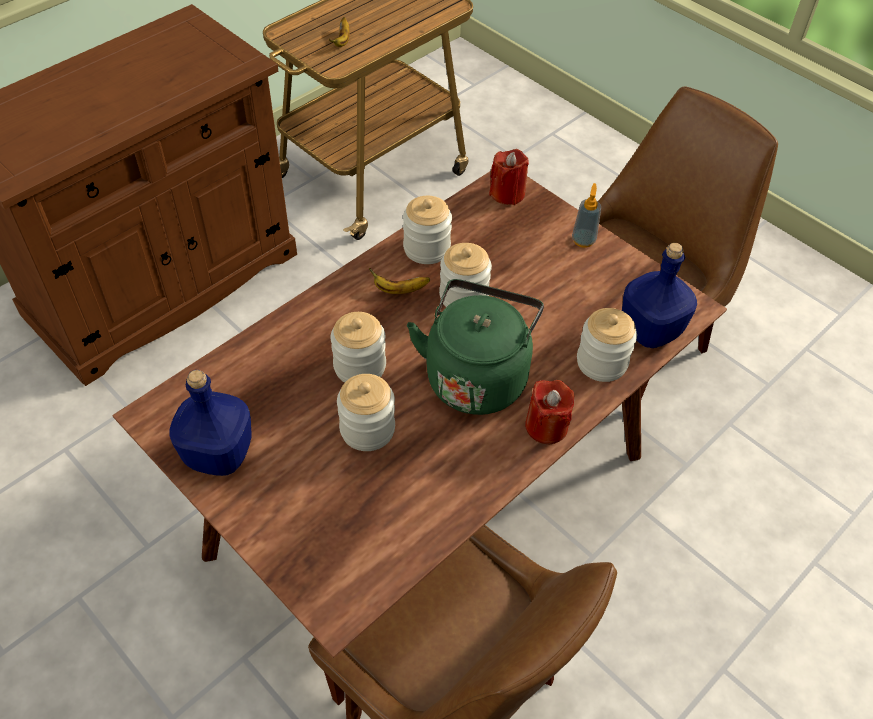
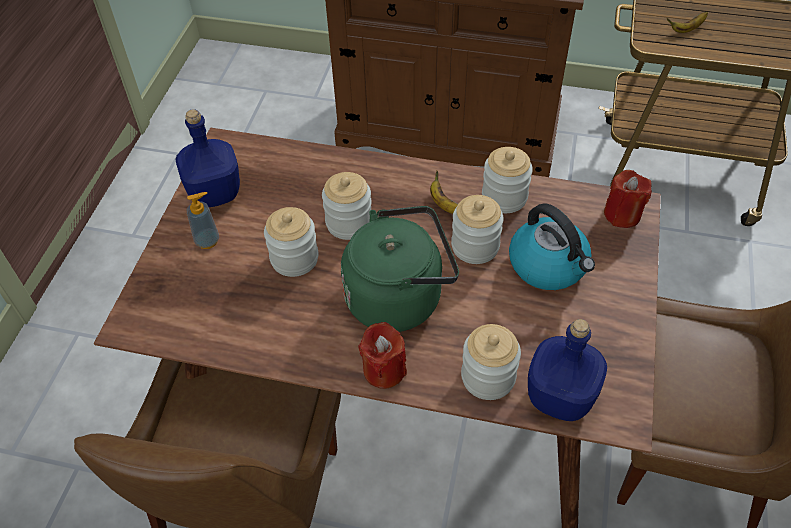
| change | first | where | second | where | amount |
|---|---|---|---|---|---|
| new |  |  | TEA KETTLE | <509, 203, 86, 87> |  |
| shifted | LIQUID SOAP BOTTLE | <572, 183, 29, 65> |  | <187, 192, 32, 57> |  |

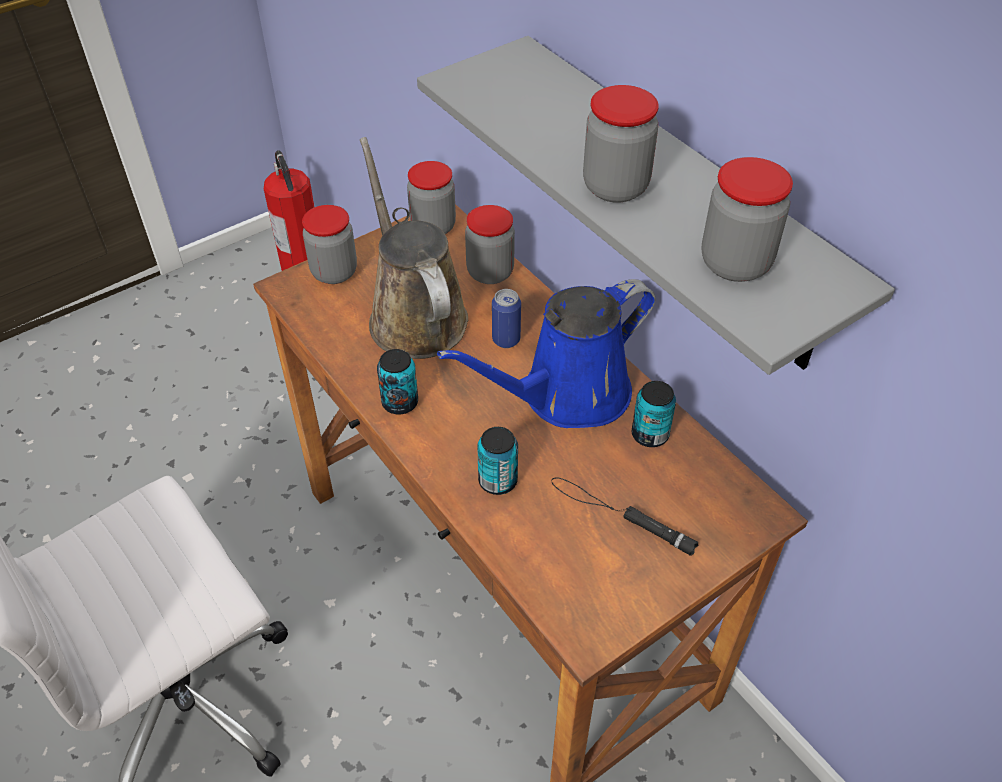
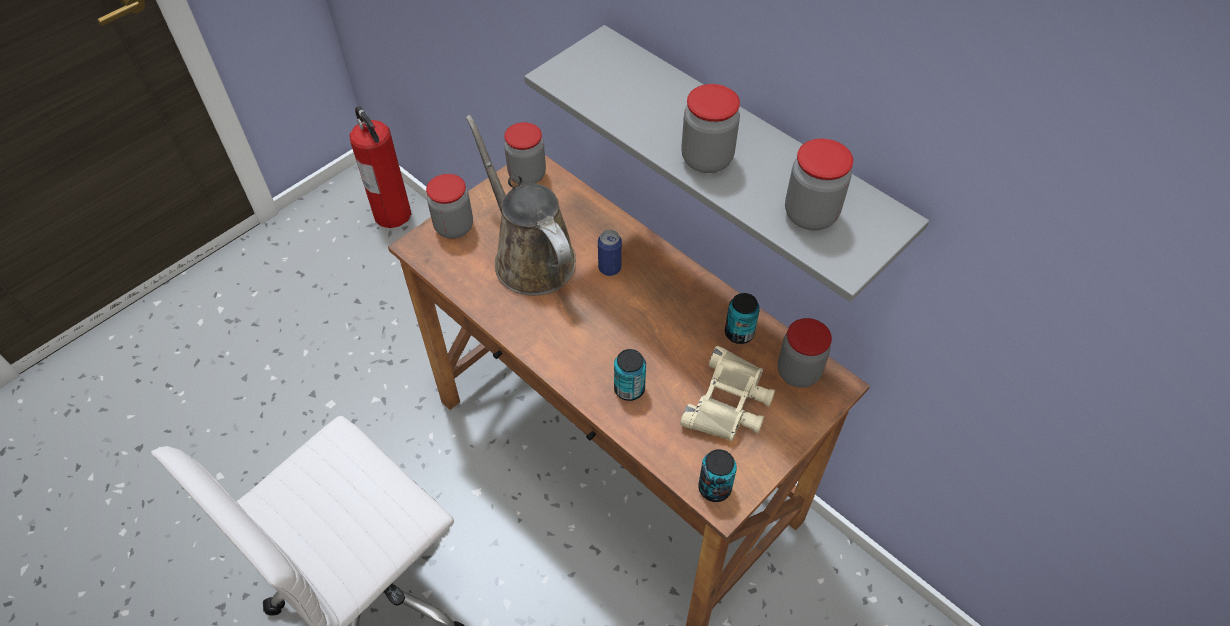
| change | first | where | second | where | amount |
|---|---|---|---|---|---|
| gone | BLUE SPRINKLING CAN | <437, 279, 219, 149> |  |  |  |
| shifted | SEALED CAN | <377, 349, 41, 66> |  | <698, 449, 39, 53> |  |
| shifted | STORAGE JAR | <465, 205, 50, 79> |  | <778, 318, 54, 70> |  |
| swapped | BLACK-COLOURED HAND TORCH | <551, 477, 147, 79> | SAND-COLOURED FIELD GLASSES | <680, 346, 95, 95> |  |

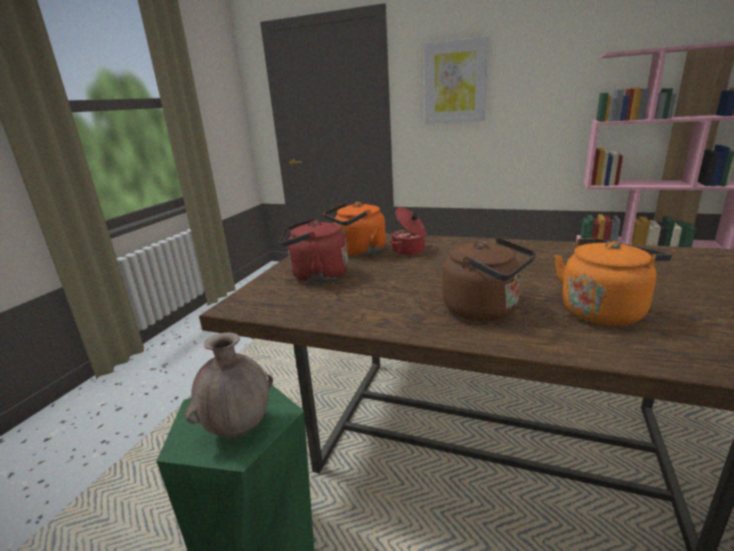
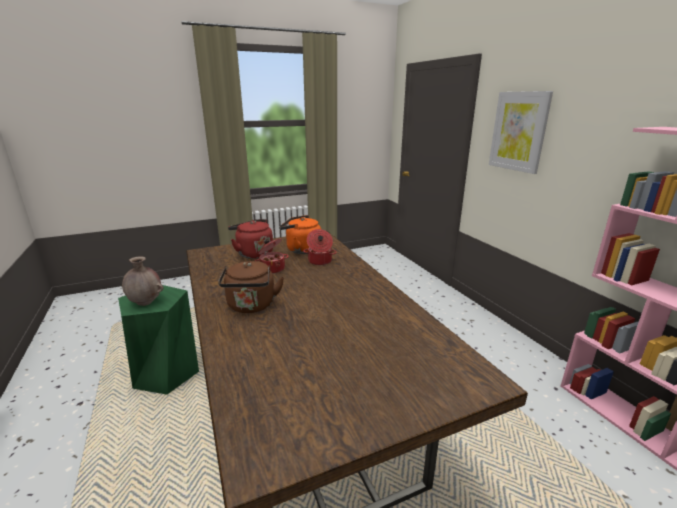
| change | first | where | second | where | amount |
|---|---|---|---|---|---|
| gone | ORANGE TEA KETTLE | <554, 238, 118, 88> |  |  |  |
| new |  |  | STOCKPOT | <255, 238, 34, 36> |  |

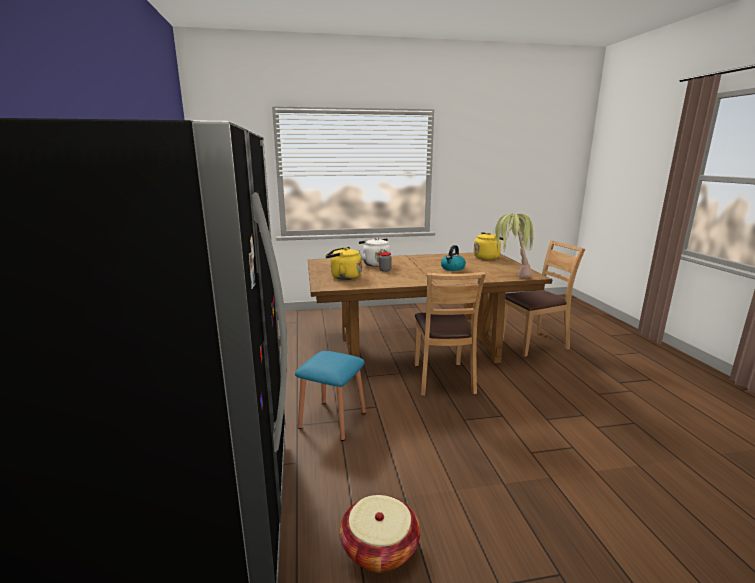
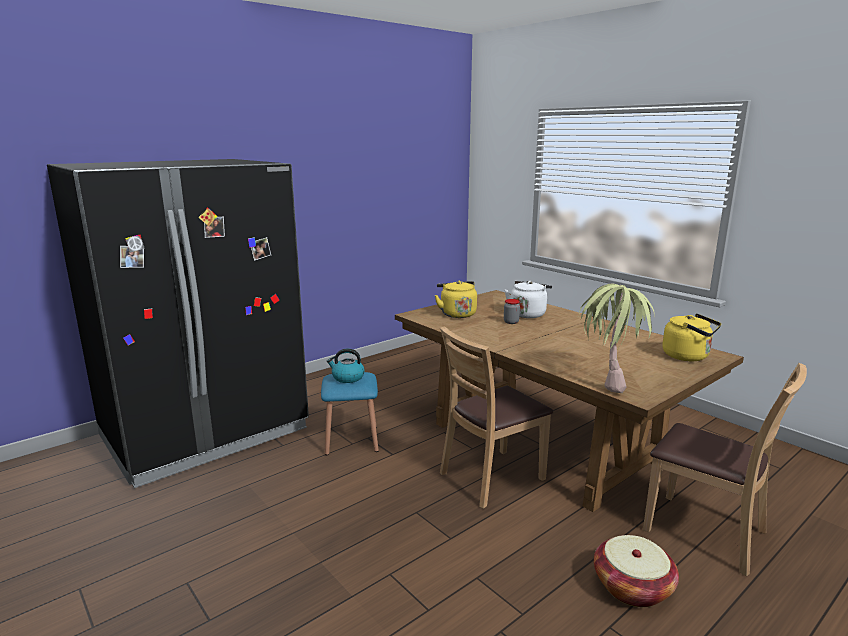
| change | first | where | second | where | amount |
|---|---|---|---|---|---|
| shifted | STORAGE BASKET | <340, 495, 80, 78> |  | <594, 535, 85, 72> |  |
| shifted | TEA KETTLE | <441, 245, 25, 26> |  | <327, 348, 37, 35> |  |

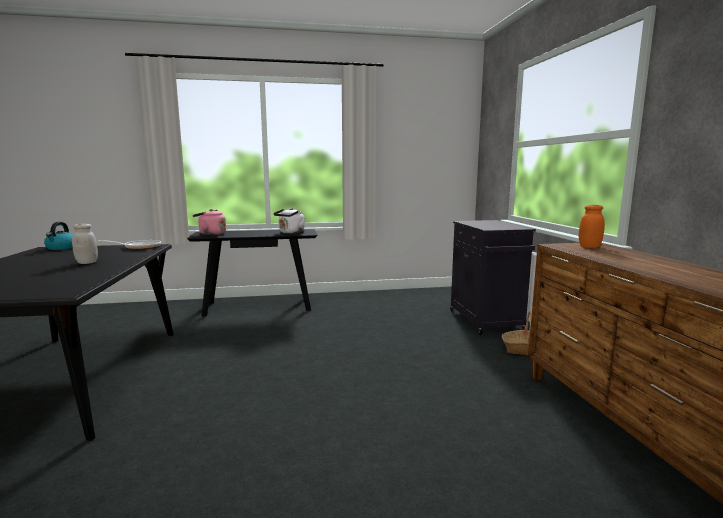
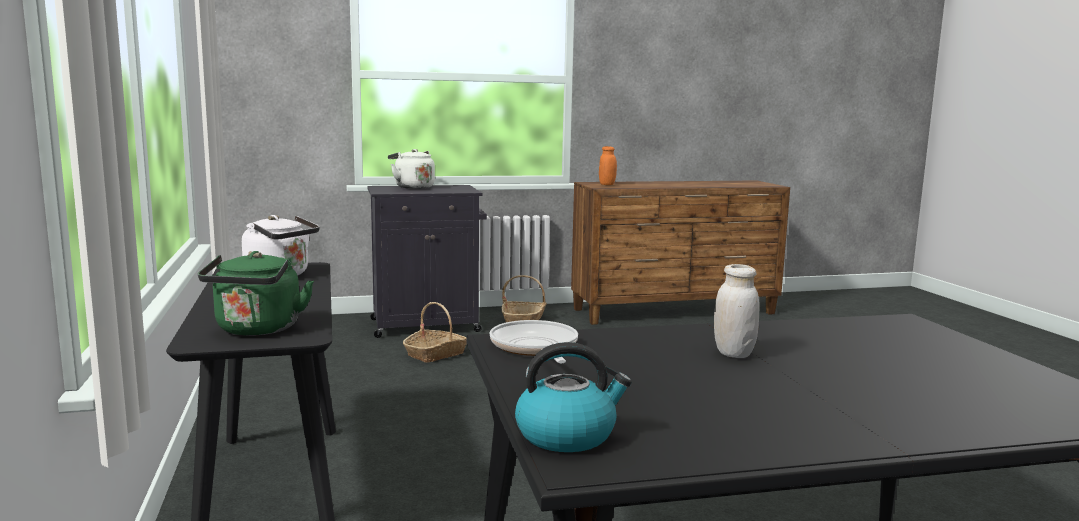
| change | first | where | second | where | amount |
|---|---|---|---|---|---|
| new |  |  | WHITE TEA KETTLE | <388, 149, 47, 40> |  |
| new |  |  | STORAGE BASKET | <403, 302, 64, 61> |  |
| repainted | PINK-COLOURED TEA KETTLE | <193, 209, 33, 26> | GREENISH TEA KETTLE | <198, 251, 116, 85> |  |

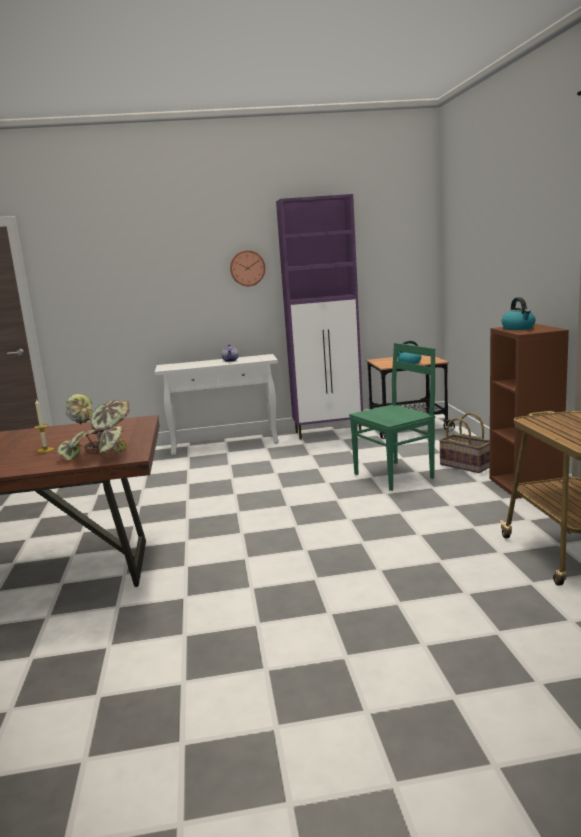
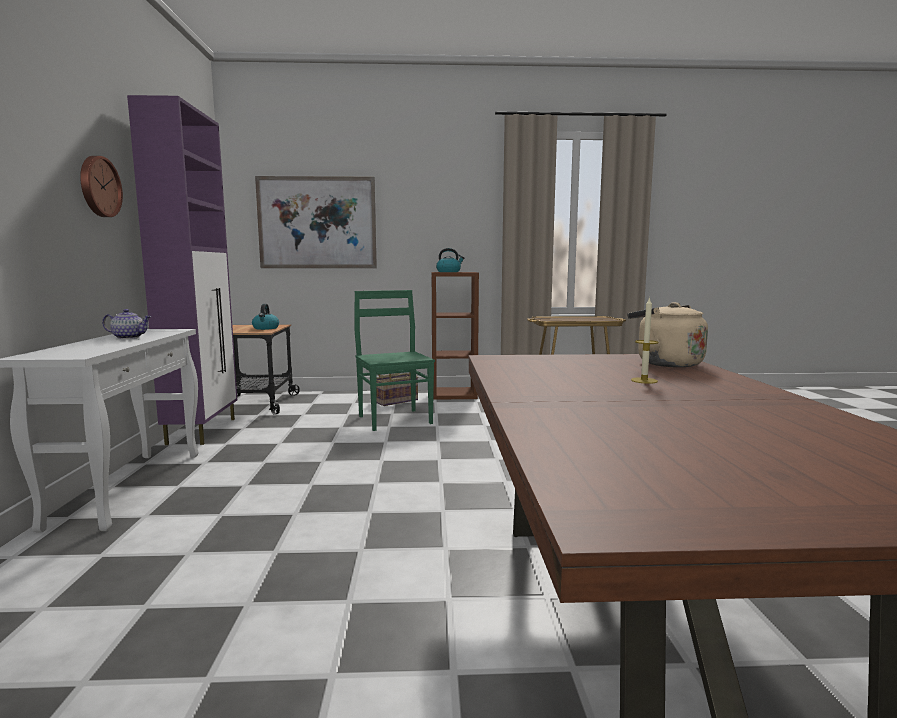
| change | first | where | second | where | amount |
|---|---|---|---|---|---|
| new |  |  | PICTURE | <255, 176, 122, 92> |  |
| swapped | POTTED PLANT | <57, 394, 73, 67> | SAND-COLOURED TEA KETTLE | <628, 302, 80, 65> |  |

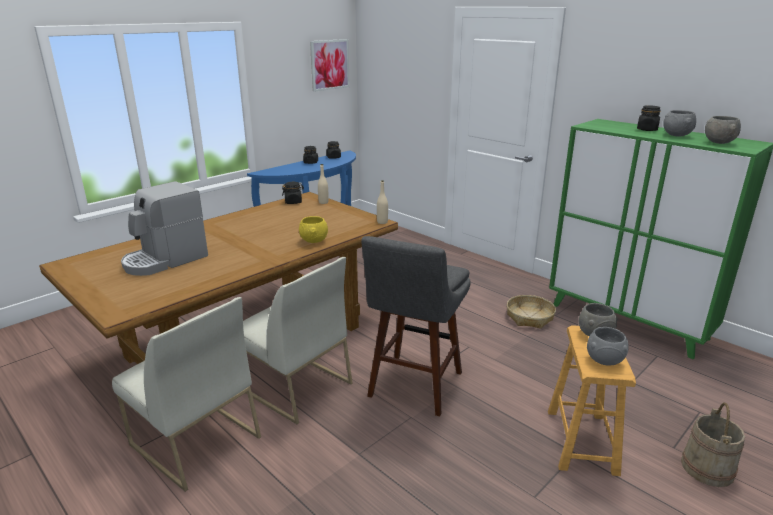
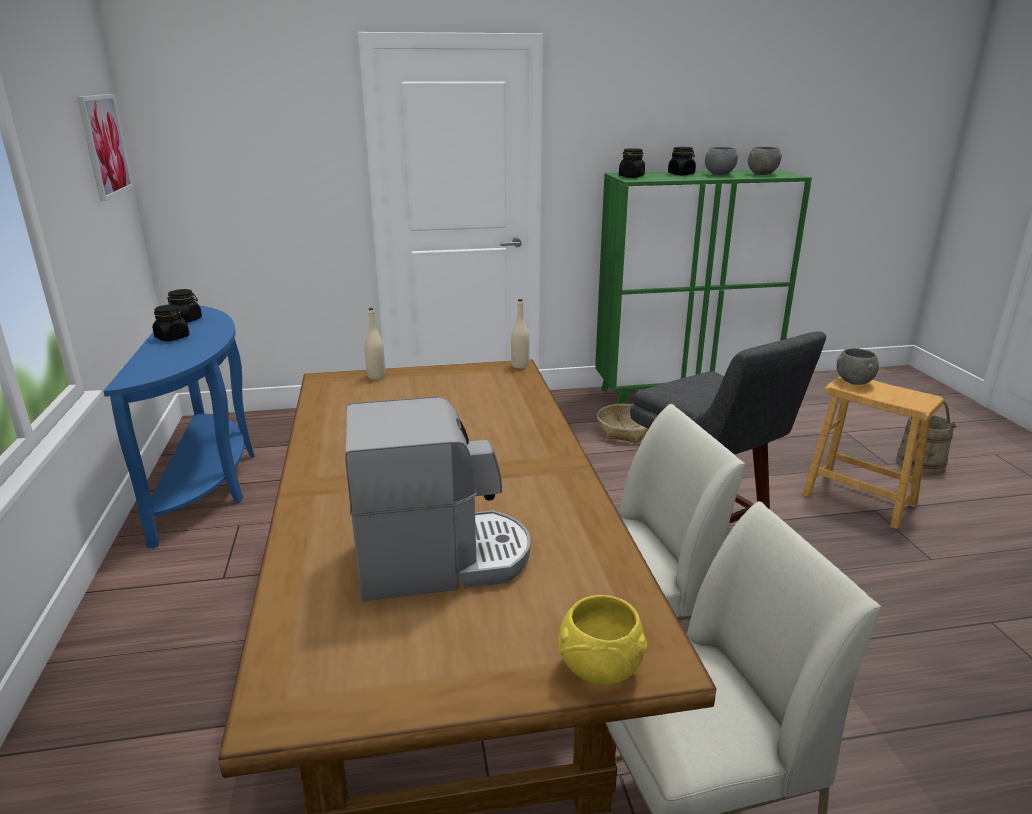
| change | first | where | second | where | amount |
|---|---|---|---|---|---|
| gone | GREYISH DEEP DISH | <587, 327, 41, 38> |  |  |  |
| shifted | BLACK-COLOURED STORAGE JAR | <282, 182, 22, 22> |  | <619, 148, 26, 30> |  |
| shifted | YELLOW DEEP DISH | <299, 216, 29, 27> |  | <558, 595, 89, 90> |  |
| rotated | COFFEE BREWER | <121, 181, 87, 95> |  | <345, 396, 185, 205> | 90 degrees counterclockwise |

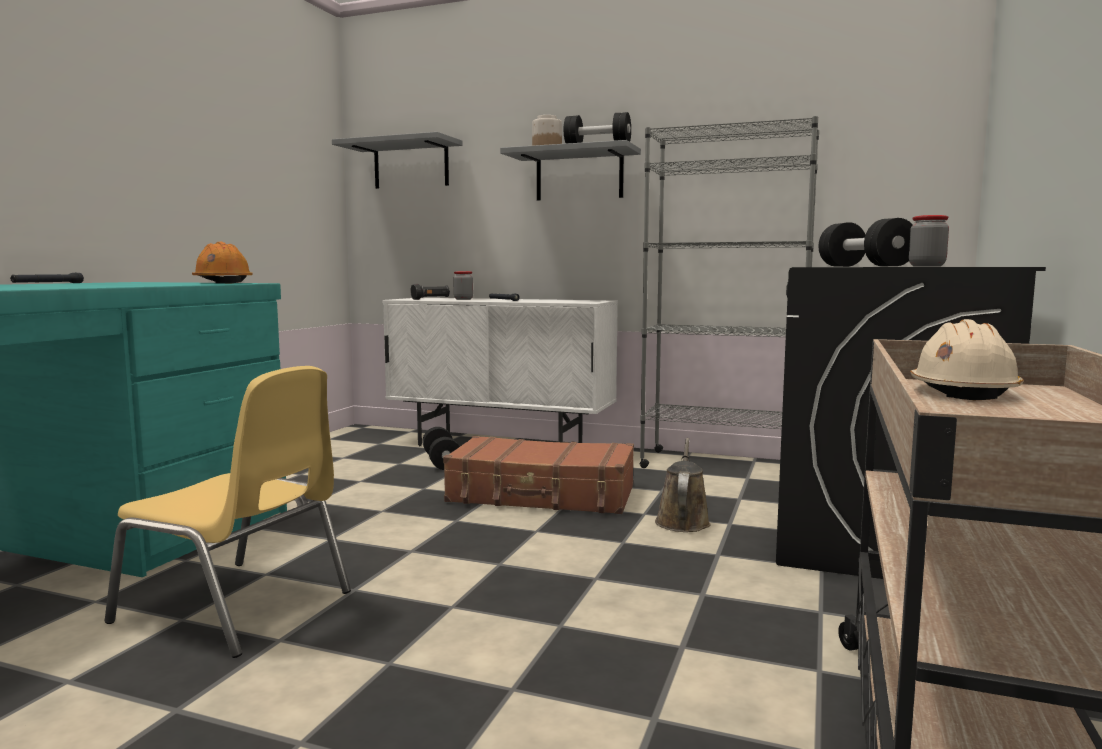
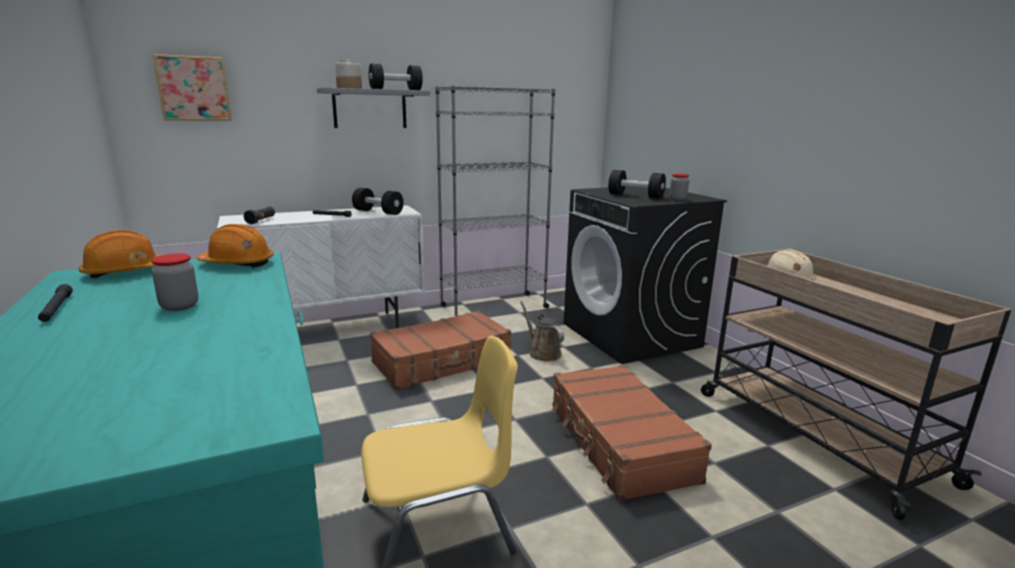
| change | first | where | second | where | amount |
|---|---|---|---|---|---|
| new |  |  | ORANGE WORK HELMET | <79, 230, 82, 49> |  |
| new |  |  | BROWN SUITCASE | <552, 365, 160, 136> |  |
| shifted | BLACK-COLOURED HAND WEIGHT | <422, 427, 38, 43> |  | <352, 188, 52, 27> |  |
| shifted | STORAGE JAR | <453, 271, 20, 29> |  | <151, 253, 47, 58> |  |
| swapped | GREYISH SHELF | <332, 132, 130, 57> | PICTURE | <153, 54, 79, 67> |  |

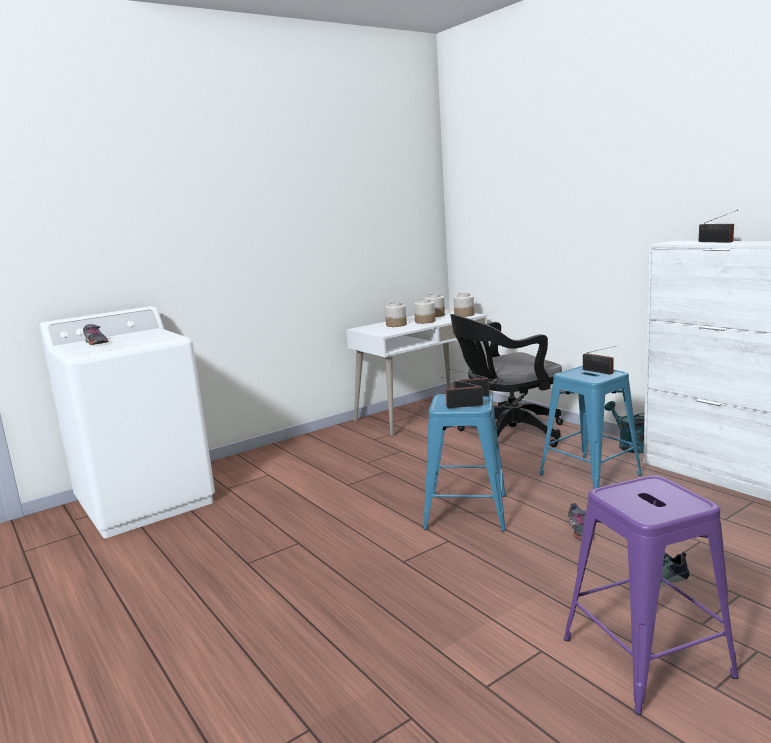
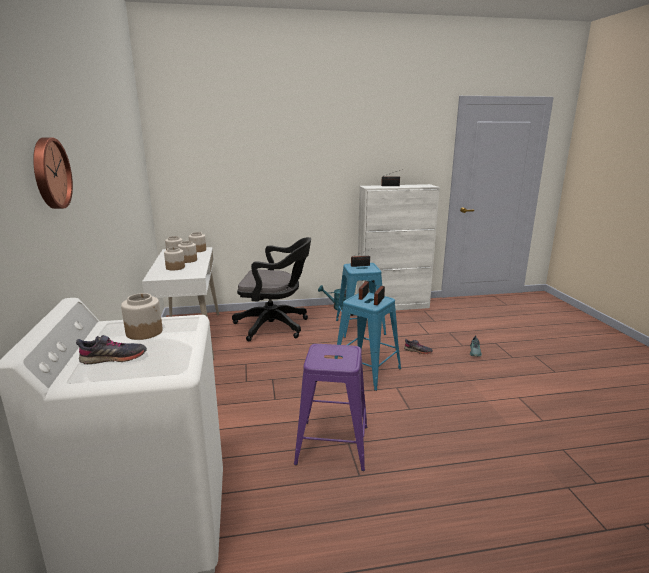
| change | first | where | second | where | amount |
|---|---|---|---|---|---|
| new |  |  | HANGING CLOCK | <33, 137, 40, 72> |  |
| new |  |  | STORAGE JAR | <121, 293, 42, 47> |  |
| shifted | PURPLE SITTING STOOL | <564, 475, 175, 240> |  | <294, 344, 73, 127> |  |
| rotated | BLACK-COLOURED DESK CHAIR | <450, 314, 113, 133> |  | <232, 237, 79, 105> | 90 degrees counterclockwise |

